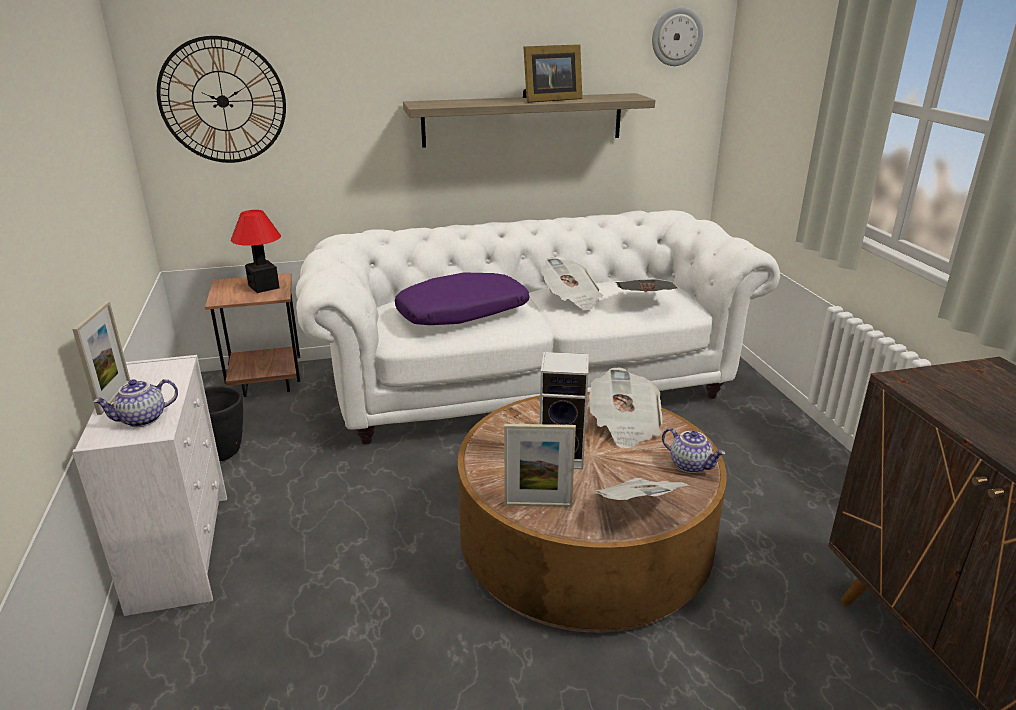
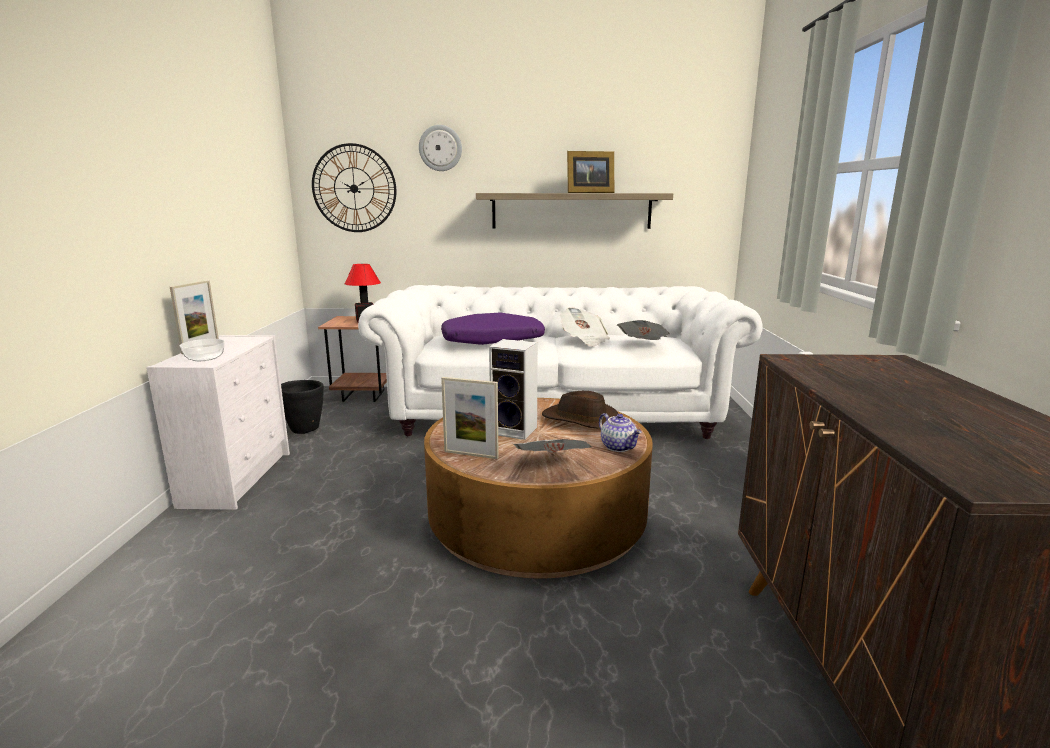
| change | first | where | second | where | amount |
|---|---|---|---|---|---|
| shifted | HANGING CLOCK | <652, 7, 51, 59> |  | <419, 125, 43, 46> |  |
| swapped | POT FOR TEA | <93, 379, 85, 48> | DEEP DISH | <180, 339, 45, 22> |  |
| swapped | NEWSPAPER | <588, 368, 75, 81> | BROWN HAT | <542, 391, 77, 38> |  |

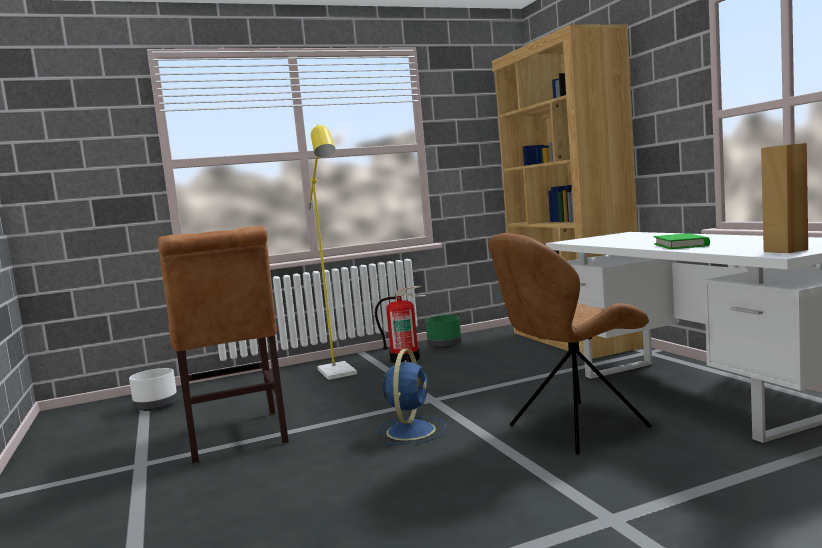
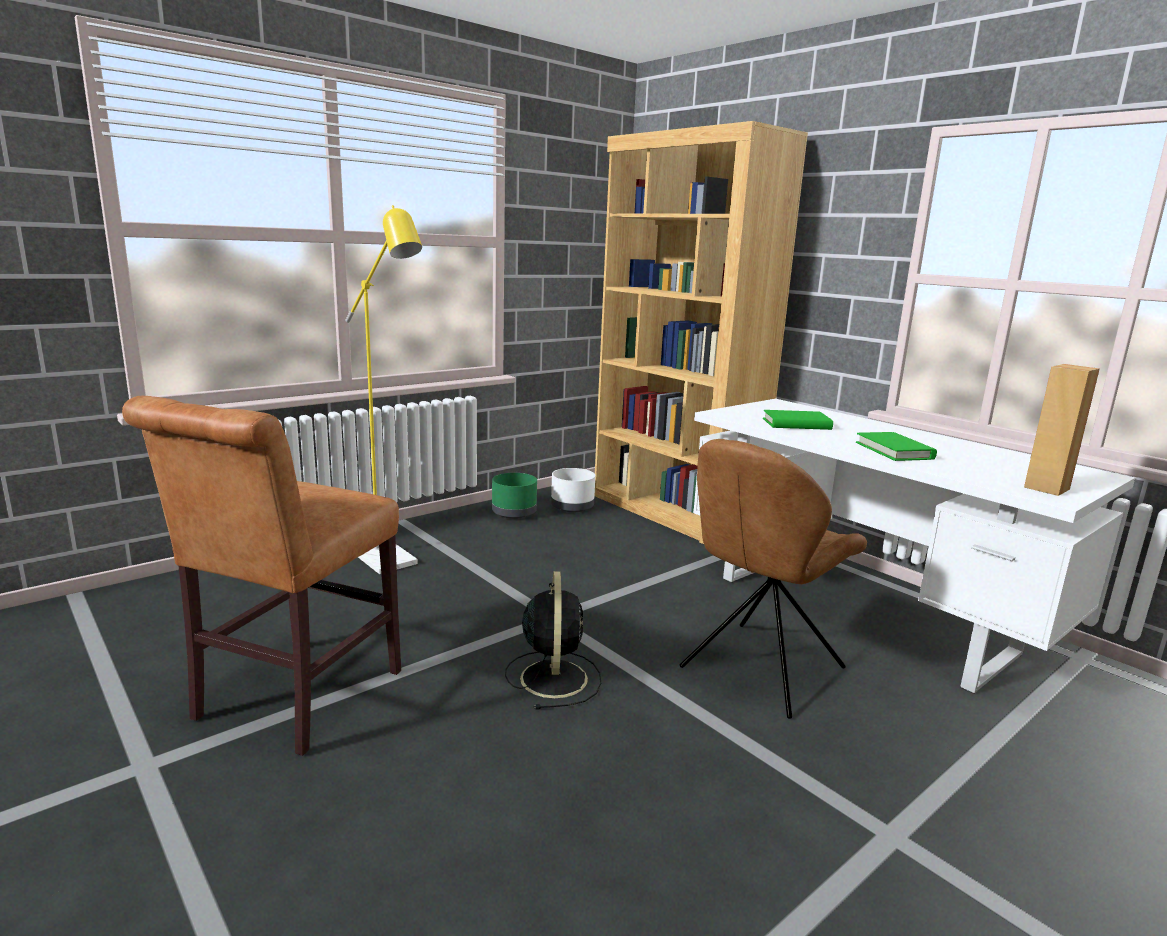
| change | first | where | second | where | amount |
|---|---|---|---|---|---|
| gone | FIRE EXTINGUISHER | <375, 286, 51, 77> |  |  |  |
| new |  |  | GREENISH VOLUME | <763, 410, 70, 20> |  |
| shifted | WHITE PLANT POT | <129, 368, 49, 43> |  | <551, 468, 44, 44> |  |
| repainted | BLUE ELECTRIC FAN | <377, 349, 70, 97> | BLACK-COLOURED ELECTRIC FAN | <505, 571, 96, 138> |  |
| rotated | BROWN UPRIGHT CHAIR | <158, 226, 131, 237> |  | <122, 396, 279, 360> | 60 degrees clockwise |

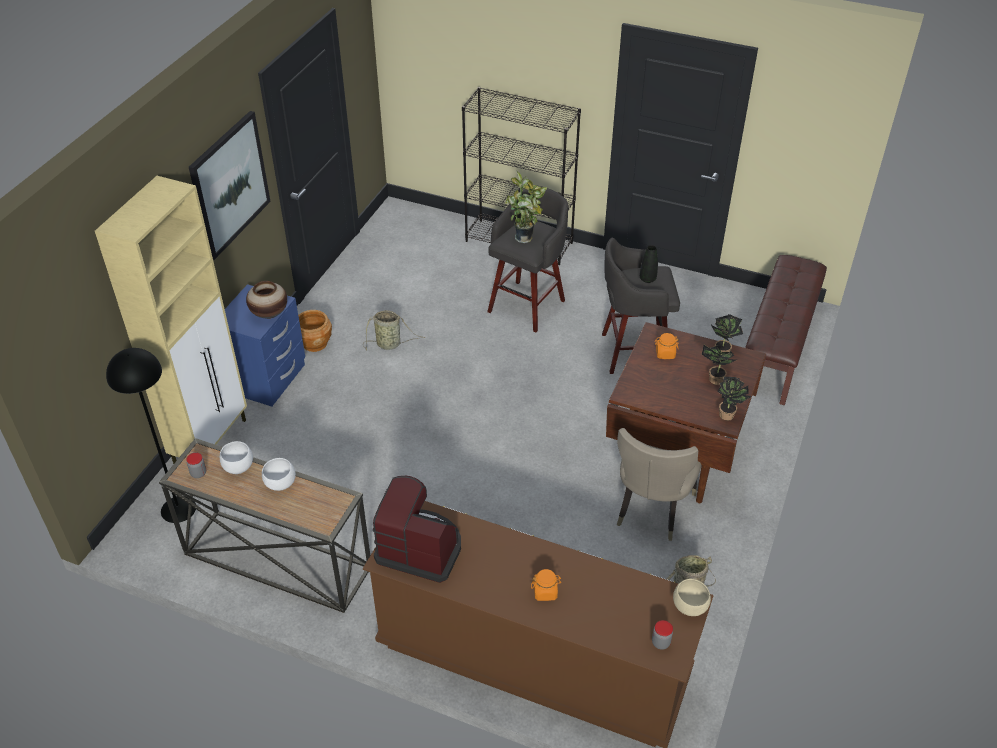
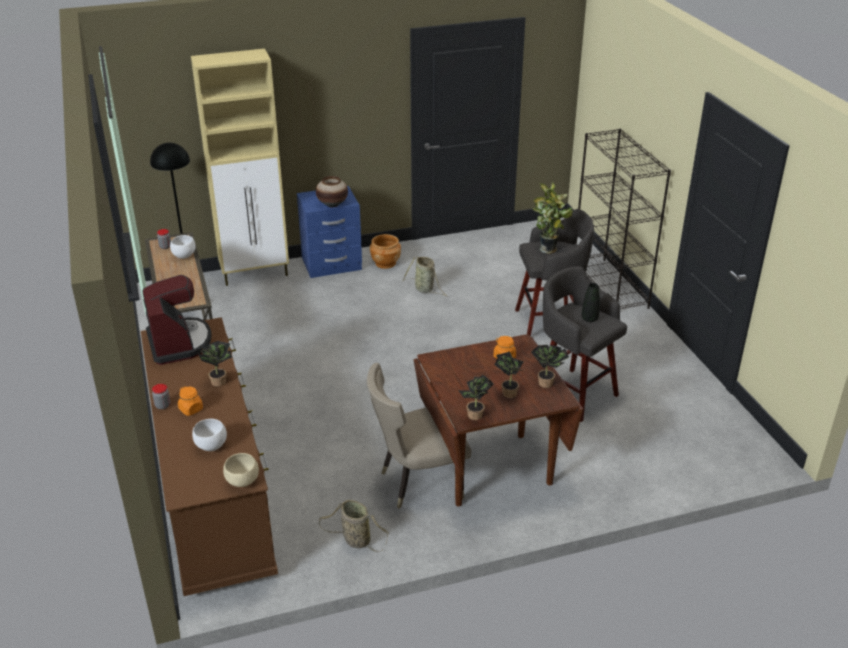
| change | first | where | second | where | amount |
|---|---|---|---|---|---|
| gone | PICTURE | <189, 111, 82, 149> |  |  |  |
| gone | BROWN LONG SEAT | <745, 255, 82, 150> |  |  |  |
| new |  |  | POTTED PLANT | <198, 341, 34, 46> |  |
| shifted | WHITE DEEP DISH | <262, 458, 34, 33> |  | <192, 419, 35, 32> |  |
| shifted | STORAGE JAR | <652, 620, 21, 30> |  | <152, 384, 18, 26> |  |

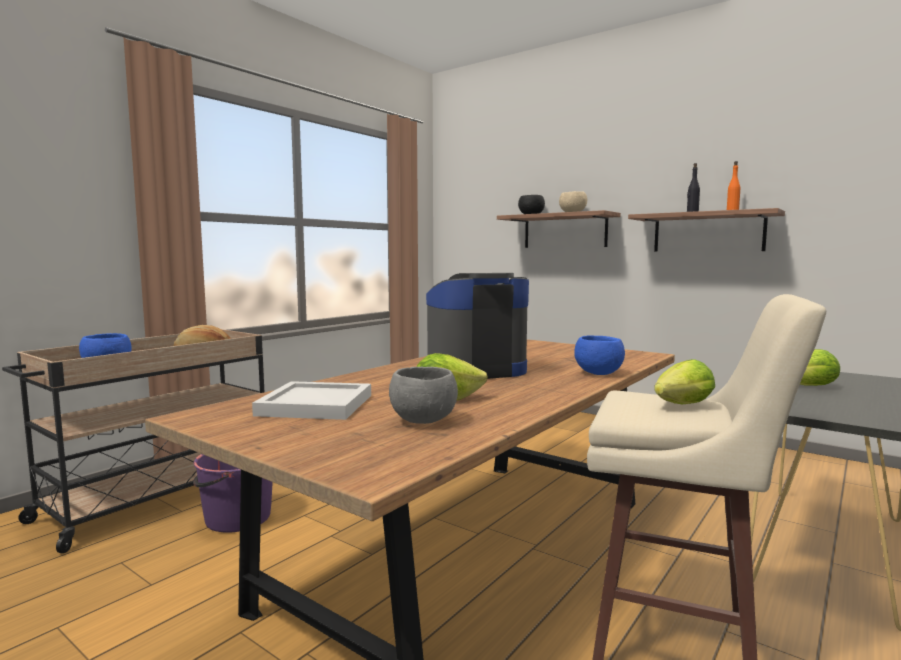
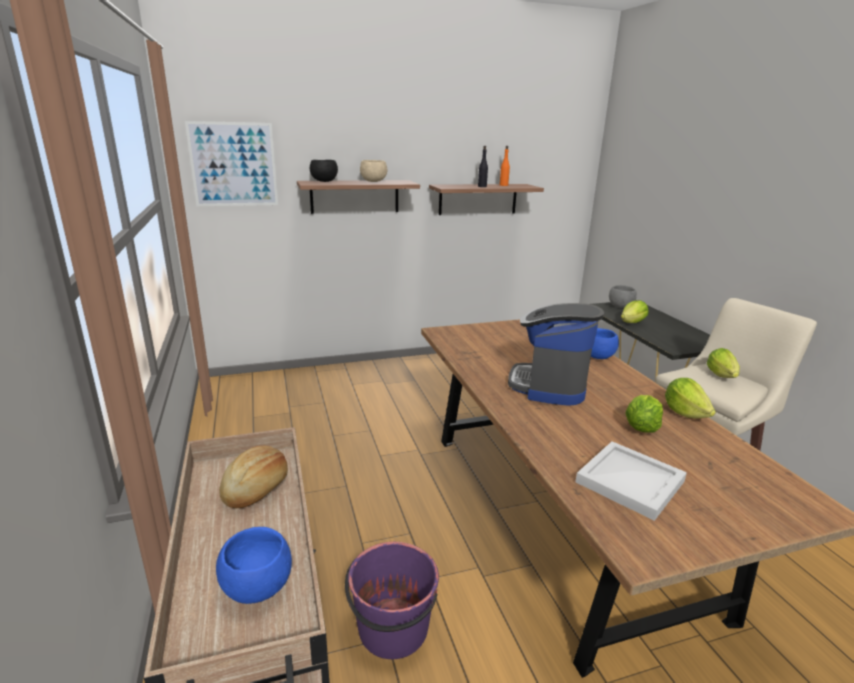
| change | first | where | second | where | amount |
|---|---|---|---|---|---|
| new |  |  | PICTURE | <185, 121, 93, 85> |  |
| new |  |  | LETTUCE HEAD | <665, 378, 51, 40> |  |
| shifted | GREYISH DEEP DISH | <389, 367, 69, 57> |  | <609, 285, 28, 23> |  |

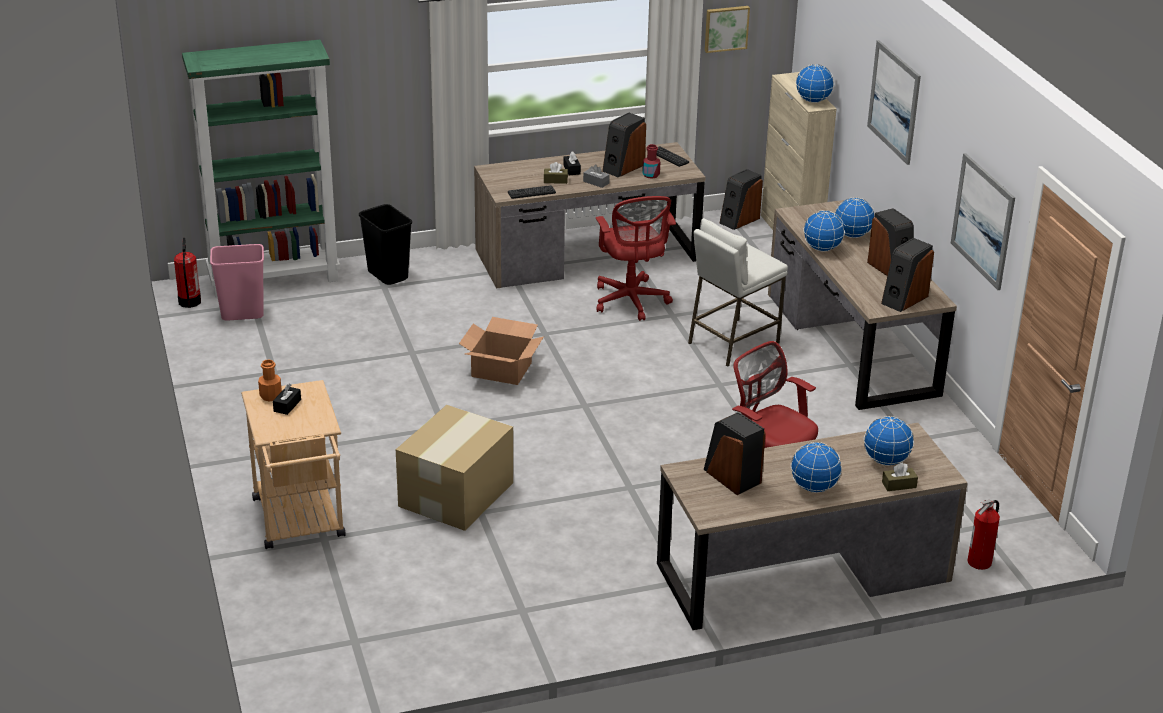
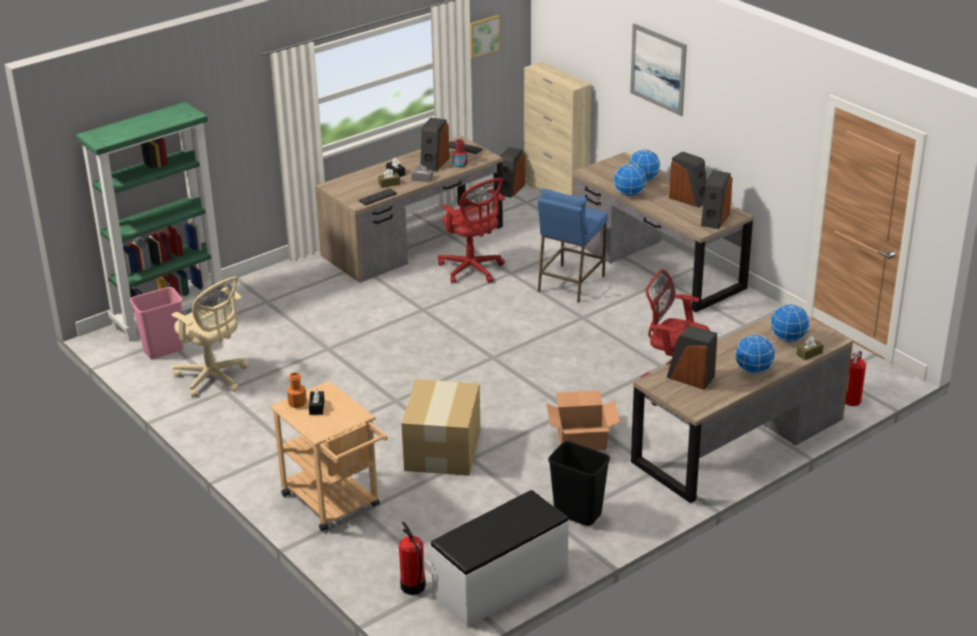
| change | first | where | second | where | amount |
|---|---|---|---|---|---|
| gone | GLOBE | <796, 64, 38, 39> |  |  |  |
| gone | PICTURE | <951, 153, 64, 137> |  |  |  |
| new |  |  | SAND-COLOURED DESK CHAIR | <172, 277, 77, 120> |  |
| new |  |  | WHITE LONG SEAT | <430, 490, 139, 137> |  |
| shifted | FIRE EXTINGUISHER | <174, 238, 27, 70> |  | <399, 522, 27, 73> |  |
| shifted | BLACK-COLOURED RUBBISH BIN | <359, 204, 53, 81> |  | <548, 441, 62, 85> |  |
| shifted | PACKING BOX | <459, 317, 85, 68> |  | <546, 391, 74, 59> |  |
| repainted | WHITE SITTING STOOL | <688, 218, 100, 149> | BLUE SITTING STOOL | <538, 188, 70, 115> |  |

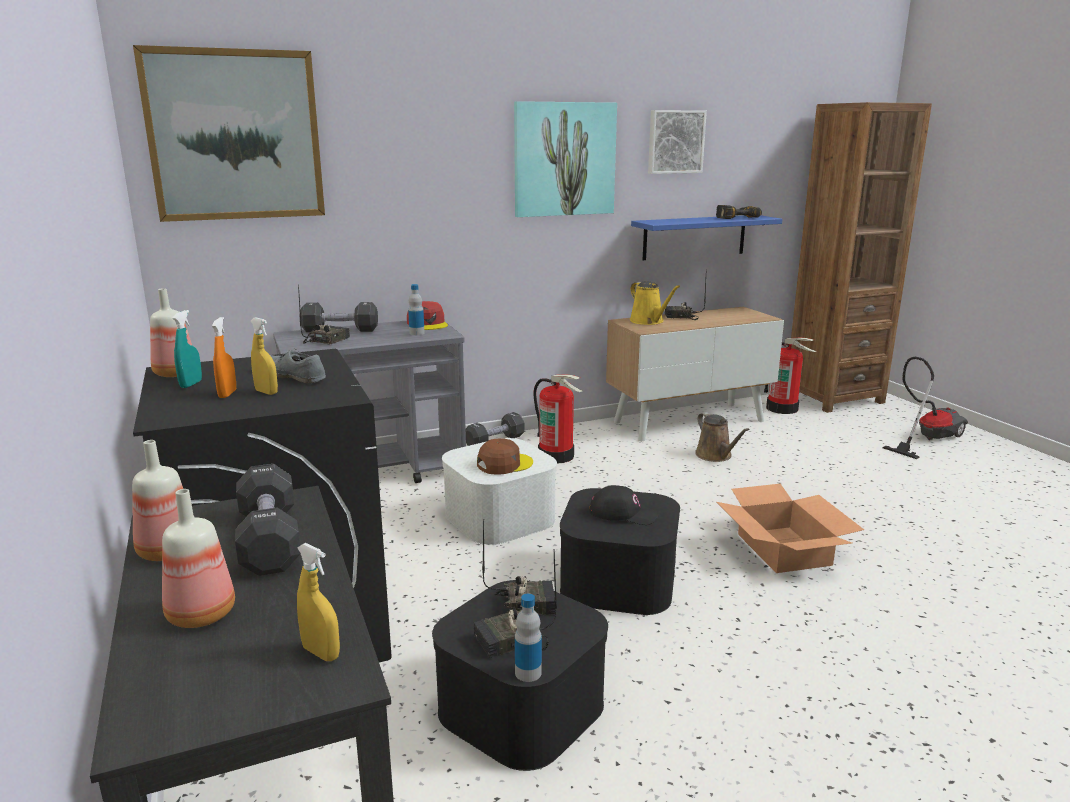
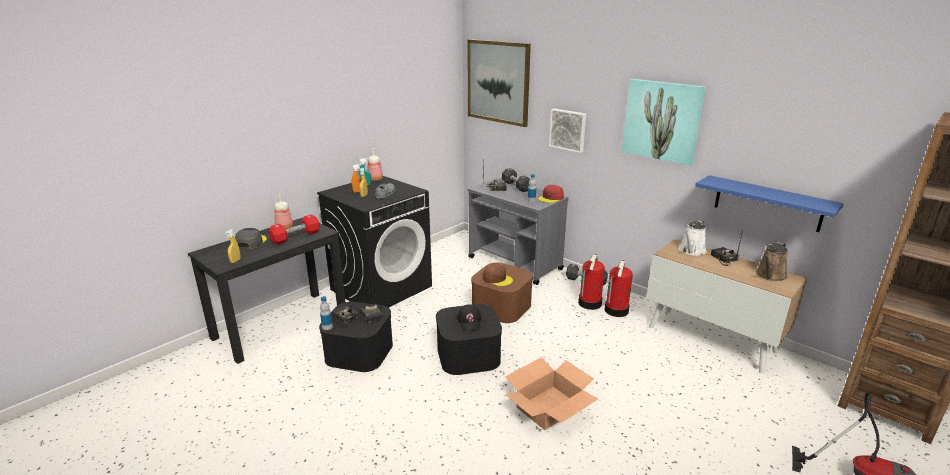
| change | first | where | second | where | amount |
|---|---|---|---|---|---|
| gone | DRILL | <716, 205, 46, 14> |  |  |  |
| shifted | PICTURE | <648, 110, 59, 64> |  | <549, 109, 37, 44> |  |
| shifted | BROWN SPRINKLING CAN | <695, 412, 55, 50> |  | <755, 242, 33, 39> |  |
| shifted | FIRE EXTINGUISHER | <764, 338, 52, 76> |  | <605, 260, 28, 57> |  |
| swapped | BEVERAGE BOTTLE | <162, 489, 73, 139> | GREYISH CAP | <235, 228, 32, 21> |  |
| repainted | BLACK-COLOURED HAND WEIGHT | <235, 464, 66, 112> | REDDISH HAND WEIGHT | <269, 214, 51, 31> |  |
| repainted | WHITE STORAGE BIN | <442, 438, 115, 107> | BROWN STORAGE BIN | <471, 263, 62, 60> |  |
| repainted | YELLOW SPRINKLING CAN | <630, 281, 50, 44> | WHITE SPRINKLING CAN | <679, 220, 28, 36> |  |

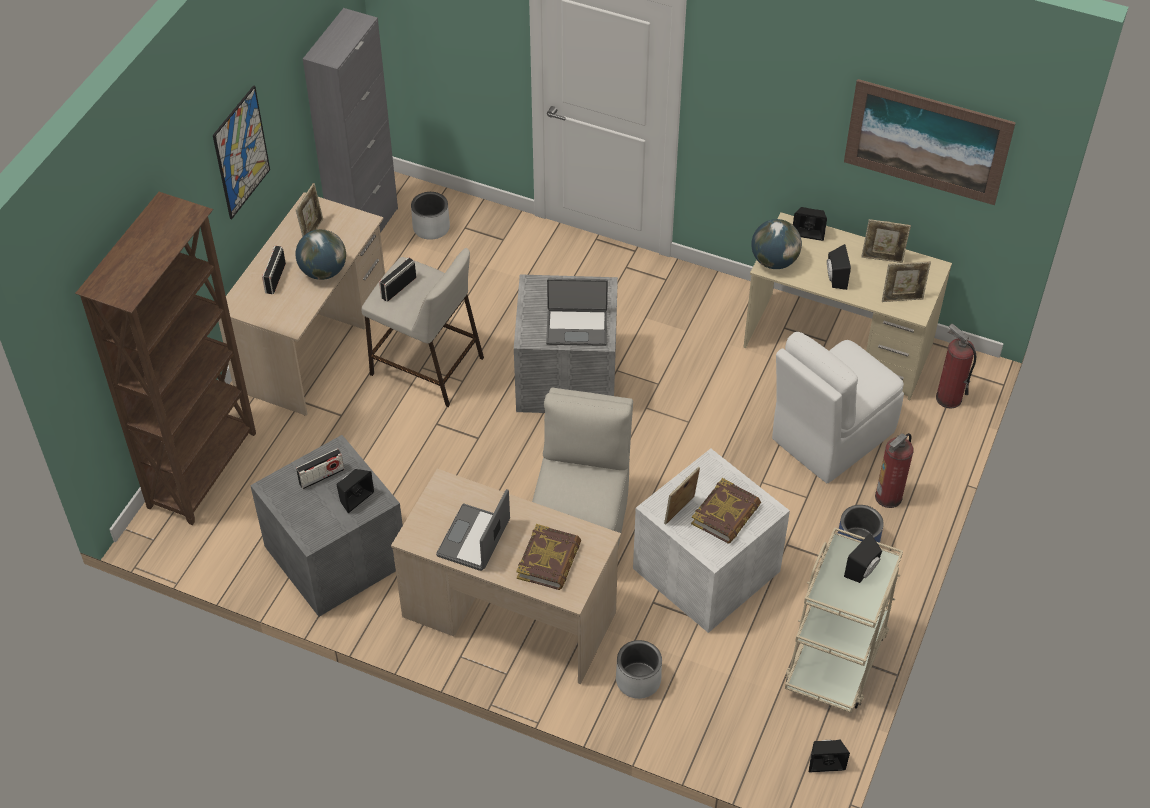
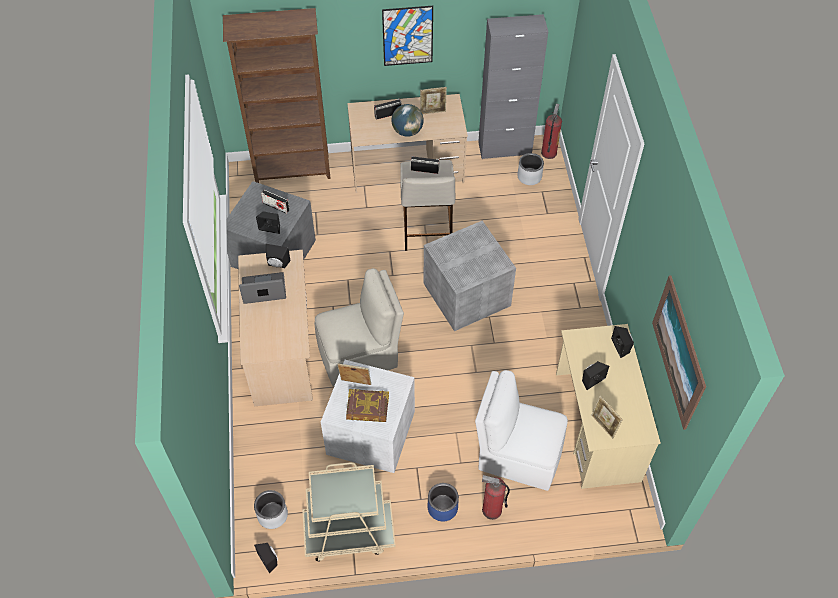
| change | first | where | second | where | amount |
|---|---|---|---|---|---|
| gone | VOLUME | <516, 524, 65, 66> |  |  |  |
| gone | PORTABLE COMPUTER | <546, 278, 62, 68> |  |  |  |
| gone | GLOBE | <751, 219, 51, 50> |  |  |  |
| gone | PHOTO FRAME | <861, 219, 50, 44> |  |  |  |
| shifted | GREYISH PLANT POT | <616, 640, 46, 59> |  | <254, 490, 34, 39> |  |
| shifted | BLACK-COLOURED LOUDSPEAKER | <844, 533, 38, 50> |  | <266, 244, 25, 24> |  |
| shifted | FIRE EXTINGUISHER | <936, 324, 40, 85> |  | <541, 104, 21, 55> |  |

